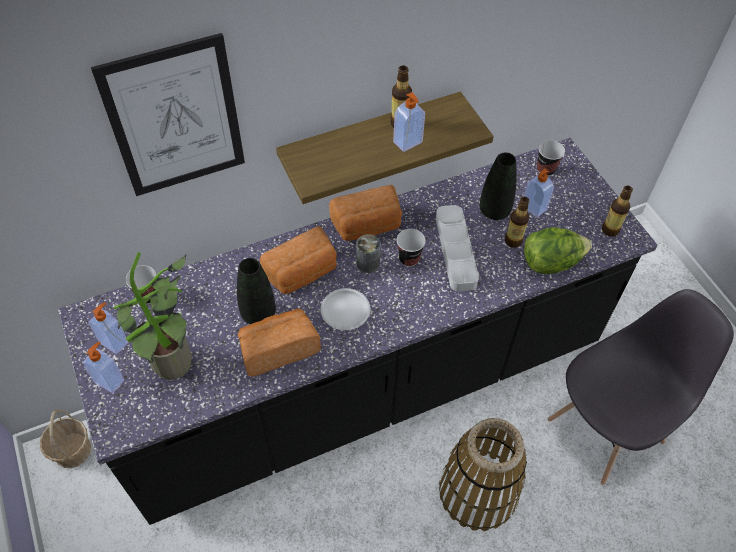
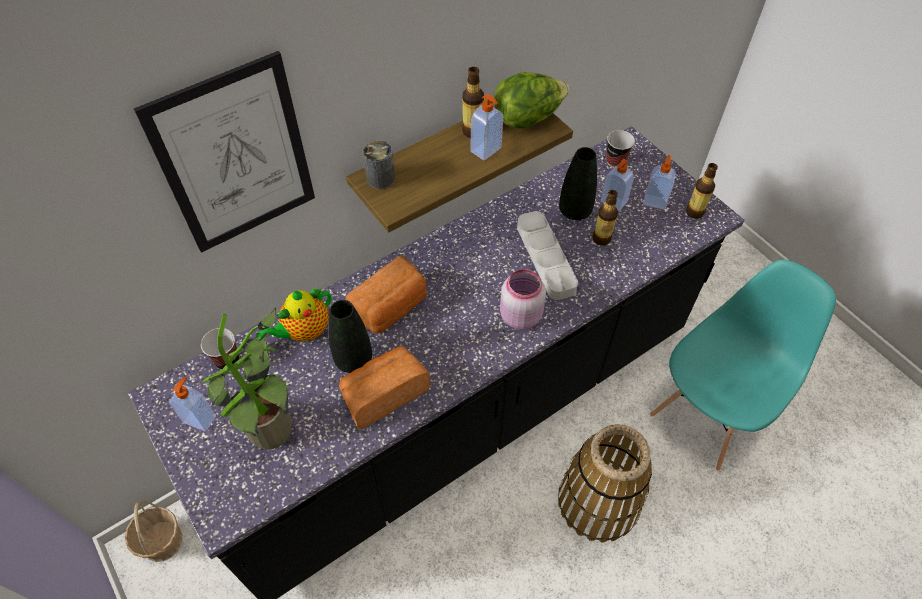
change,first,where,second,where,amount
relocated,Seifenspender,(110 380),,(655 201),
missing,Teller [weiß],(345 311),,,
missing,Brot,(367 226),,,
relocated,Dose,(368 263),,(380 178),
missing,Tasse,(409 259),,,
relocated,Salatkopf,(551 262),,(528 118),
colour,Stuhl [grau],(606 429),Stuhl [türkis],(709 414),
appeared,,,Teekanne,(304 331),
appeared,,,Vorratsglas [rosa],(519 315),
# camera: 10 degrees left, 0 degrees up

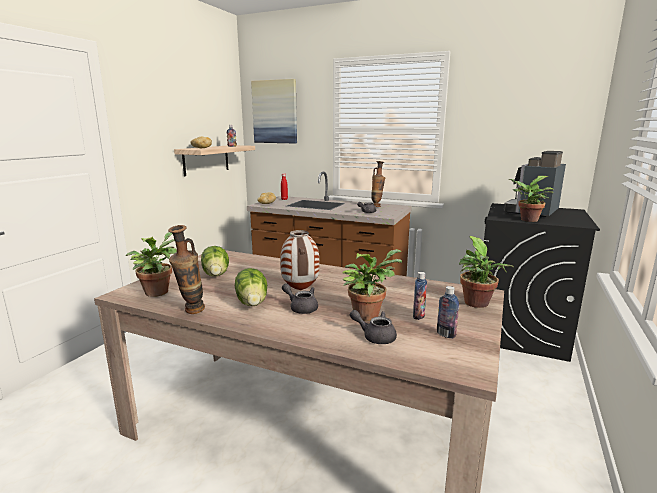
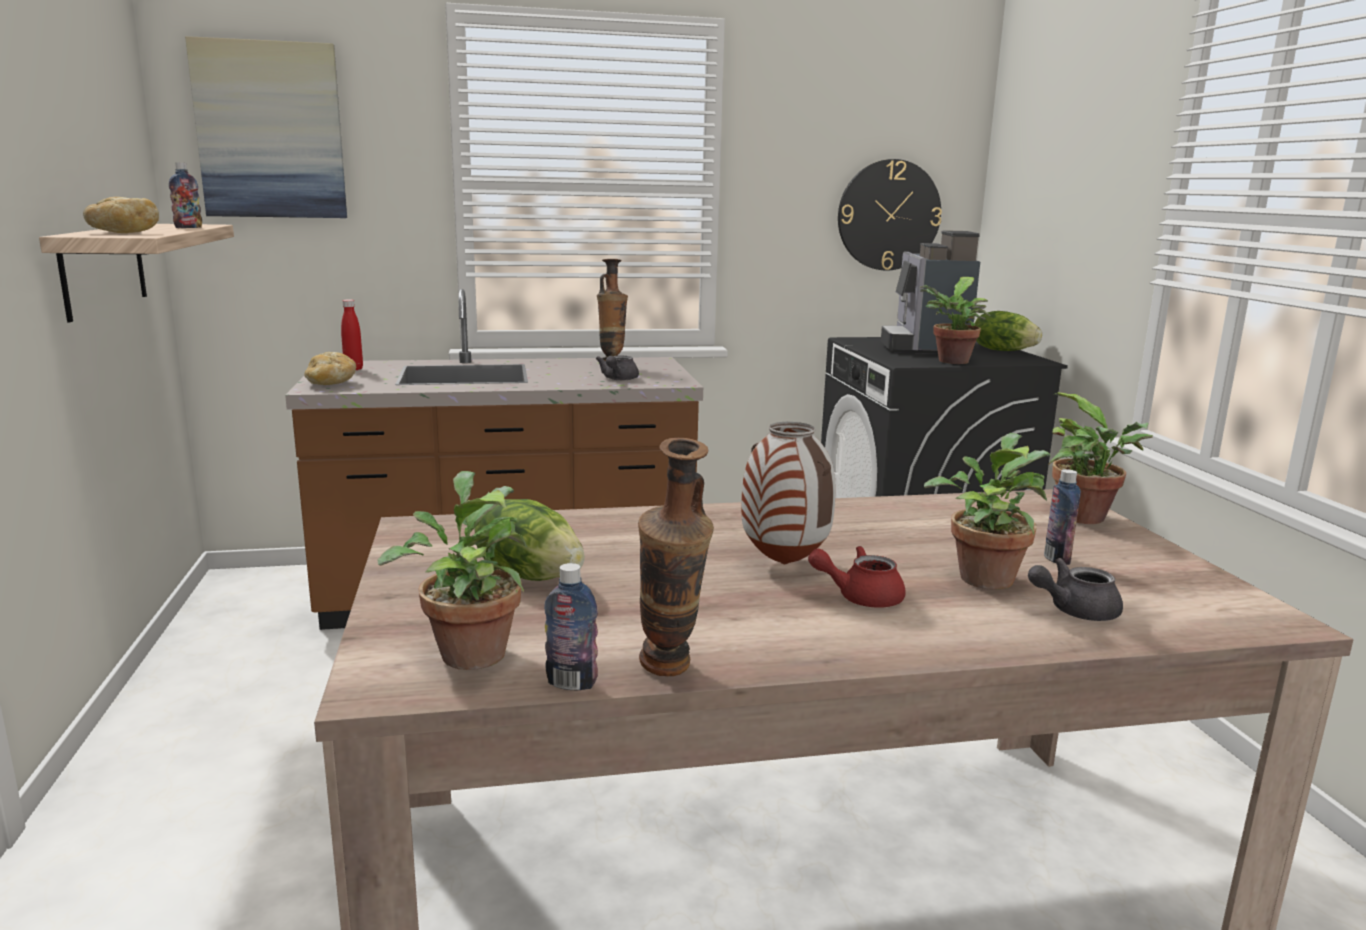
change,first,where,second,where,amount
relocated,Salatkopf,(253 302),,(1003 351),
colour,Teekanne [grau],(301 308),Teekanne [rot],(860 597),
relocated,Flasche,(446 334),,(571 683),
appeared,,,Wanduhr,(888 215),
# camera: 35 degrees left, 0 degrees up

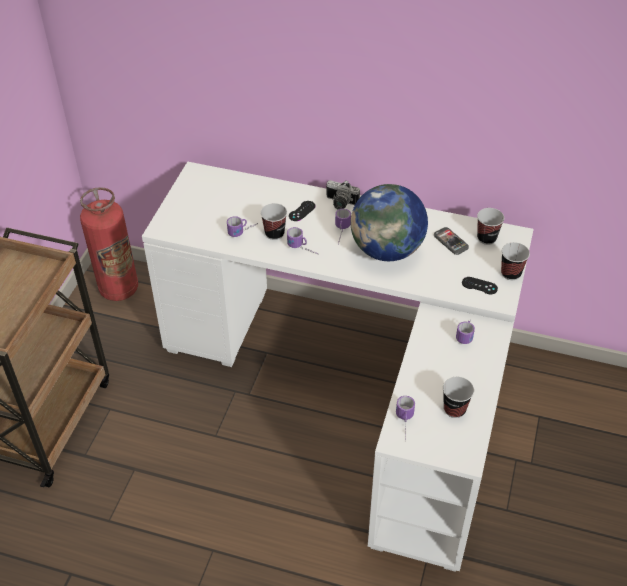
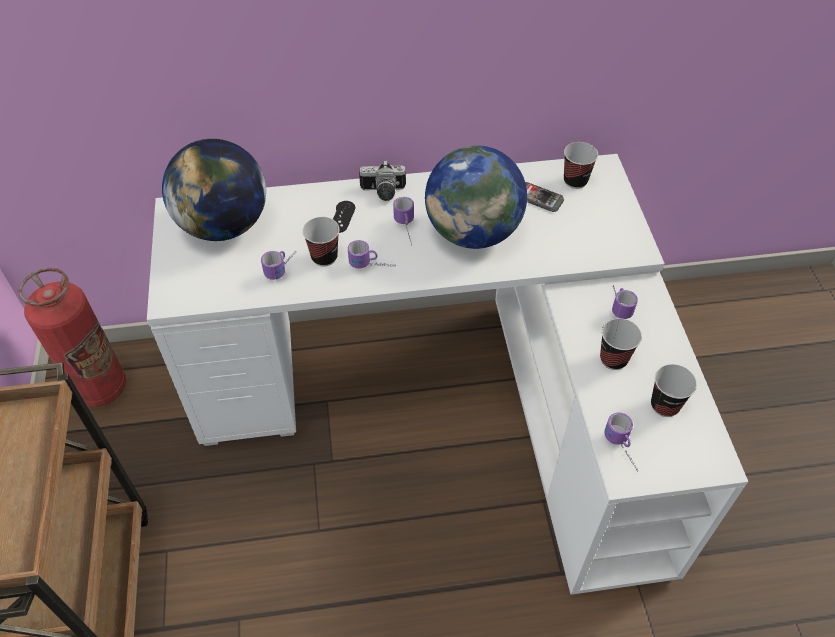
change,first,where,second,where,amount
missing,Gamepad [schwarz],(479 286),,,
relocated,Tasse,(511 273),,(613 359),
appeared,,,Globus,(224 225),
# camera: 25 degrees left, 5 degrees up

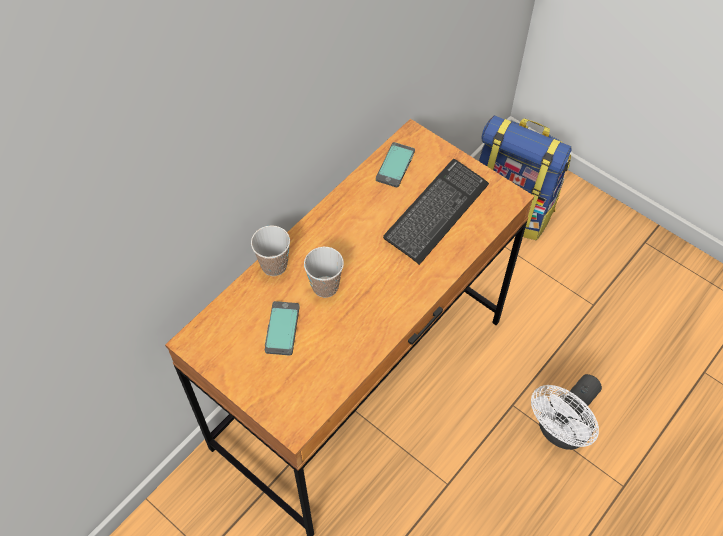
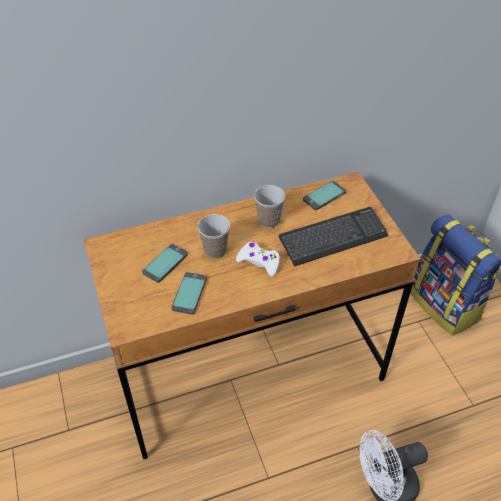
change,first,where,second,where,amount
relocated,Tasse,(274 265),,(268 221),
appeared,,,Handy,(189 293),
appeared,,,Gamepad [weiß],(259 262),
# camera: 30 degrees right, 10 degrees down

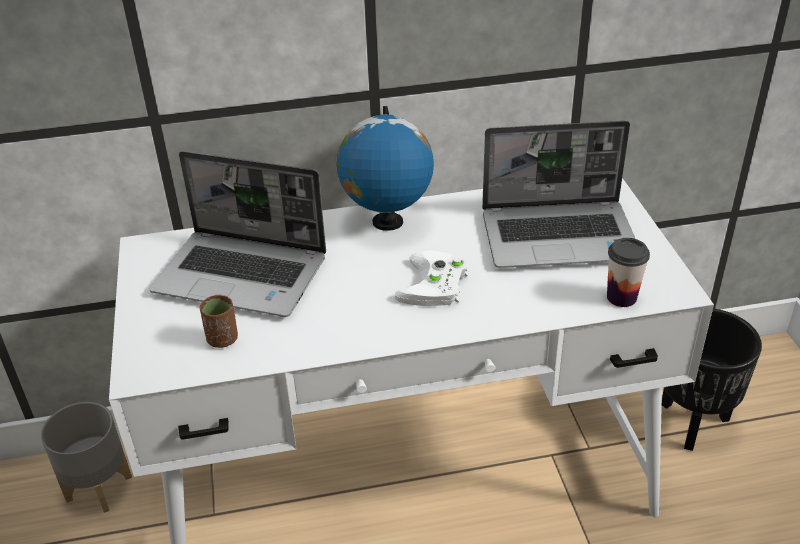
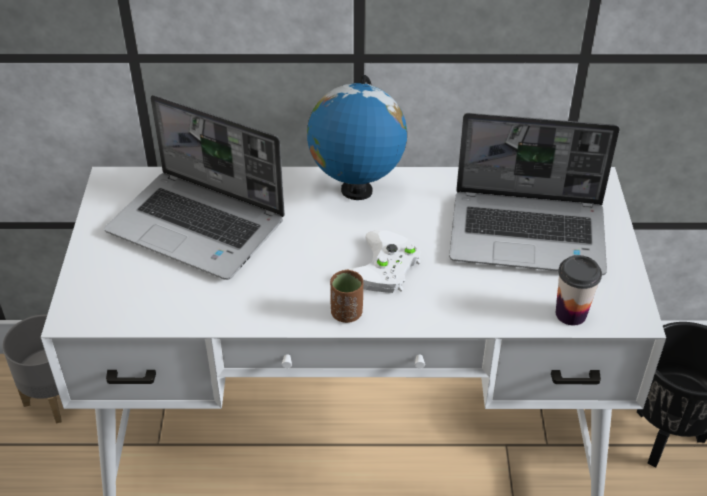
change,first,where,second,where,amount
relocated,Tasse [braun],(222 339),,(346 313),
# camera: 10 degrees right, 5 degrees up

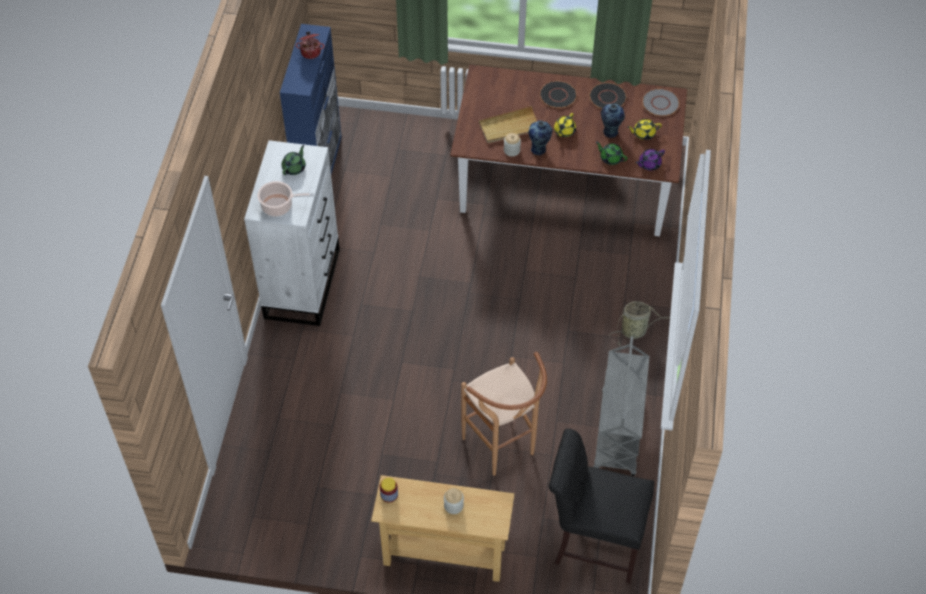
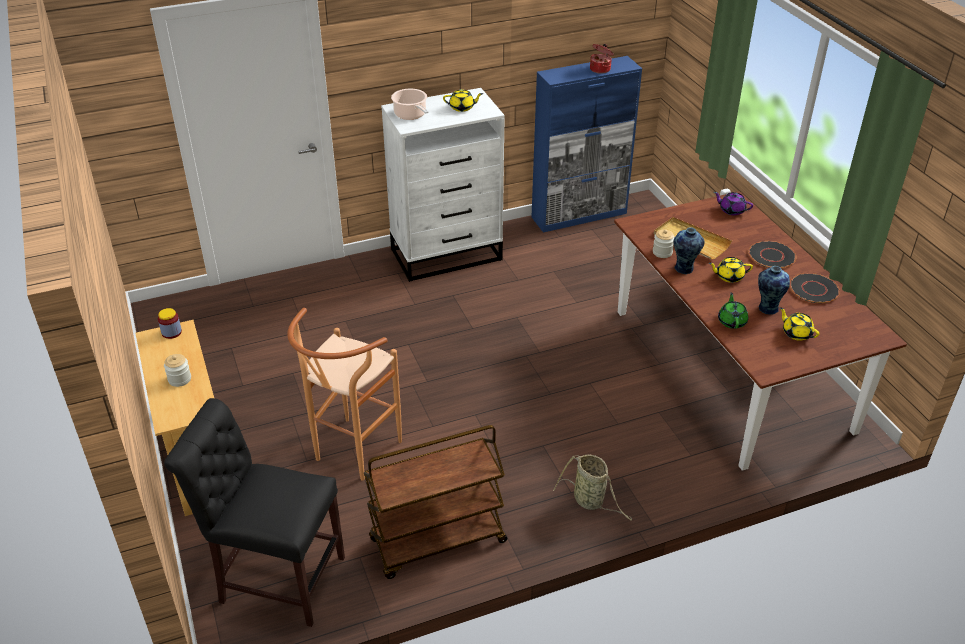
change,first,where,second,where,amount
colour,Teekanne [grün],(294 167),Teekanne [gelb],(462 107),
spun,Stuhl [schwarz],(593 542),,(276 577),60 degrees counterclockwise
colour,Rollwagen [grau],(618 434),Rollwagen [braun],(437 542),
relocated,Teekanne [lila],(649 164),,(731 210),
missing,Teller [grau],(660 103),,,
# camera: 60 degrees right, 15 degrees down

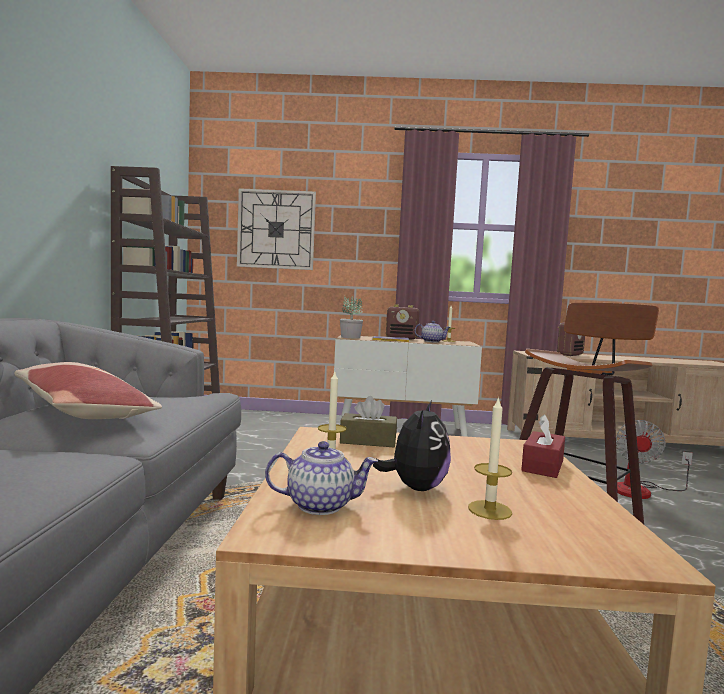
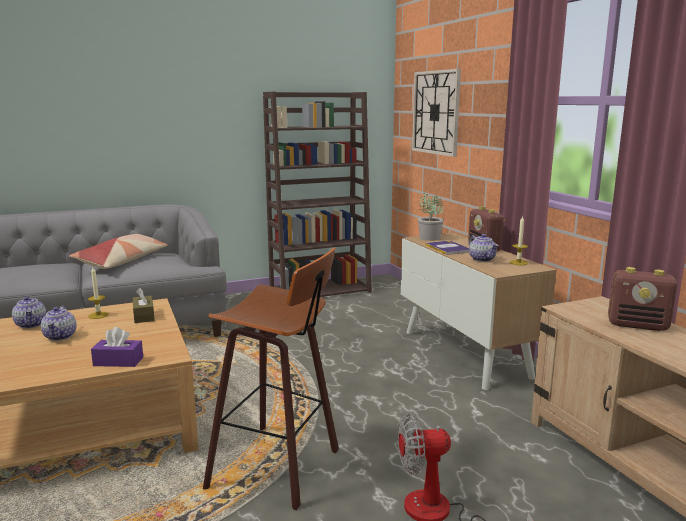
change,first,where,second,where,amount
exchanged,Plüschtier,(415 487),Teekanne,(60 336),
missing,Kerze,(489 510),,,
colour,Taschentuchbox [rot],(543 466),Taschentuchbox [lila],(118 361),
# camera: 65 degrees right, 10 degrees up

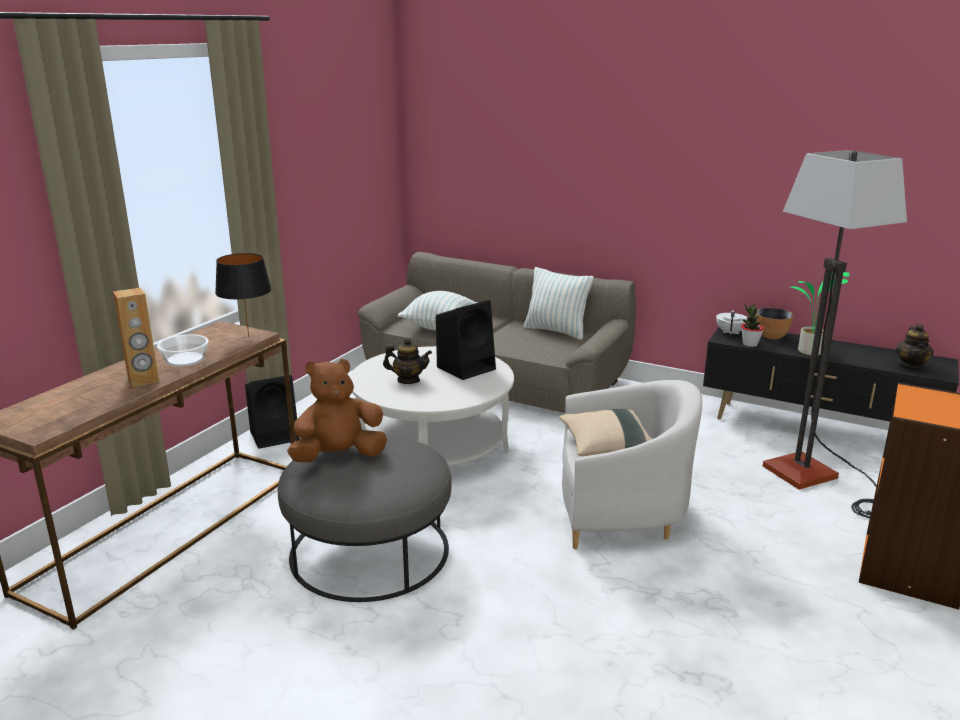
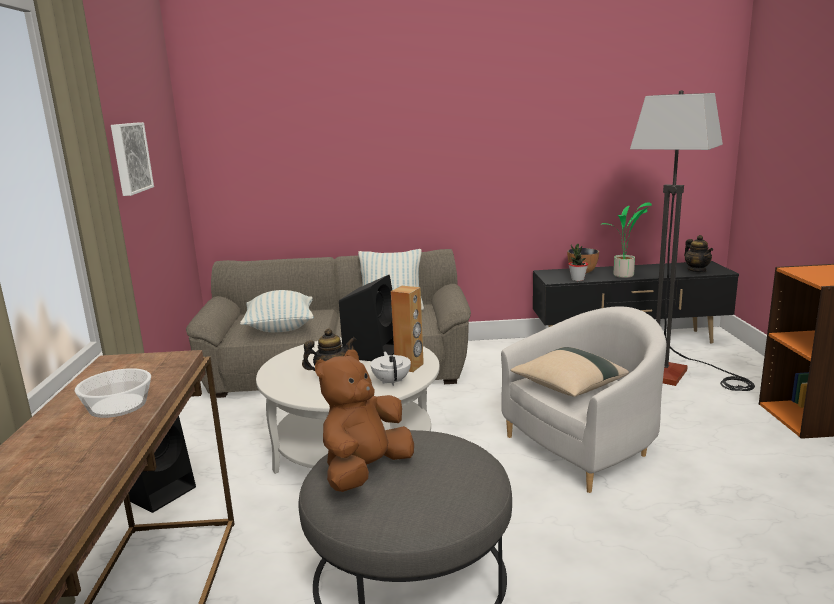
change,first,where,second,where,amount
relocated,Lautsprecher [braun],(143 380),,(409 366),
missing,Tischlampe [schwarz],(249 337),,,
relocated,Teekanne [weiß],(730 332),,(392 381),
appeared,,,Bild,(129 158),
# camera: 30 degrees left, 5 degrees down

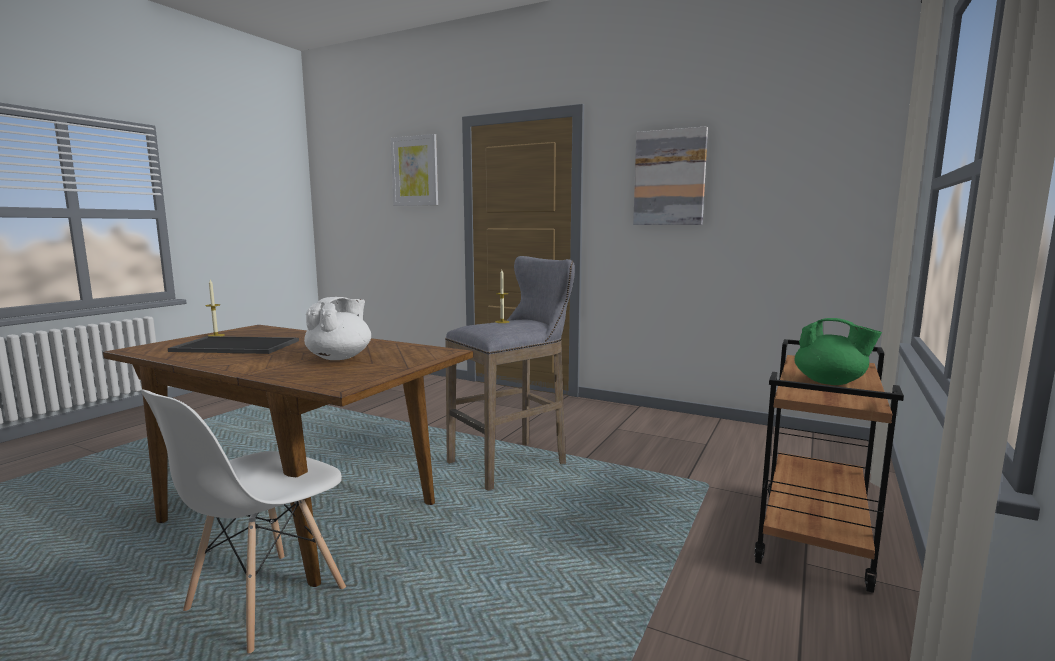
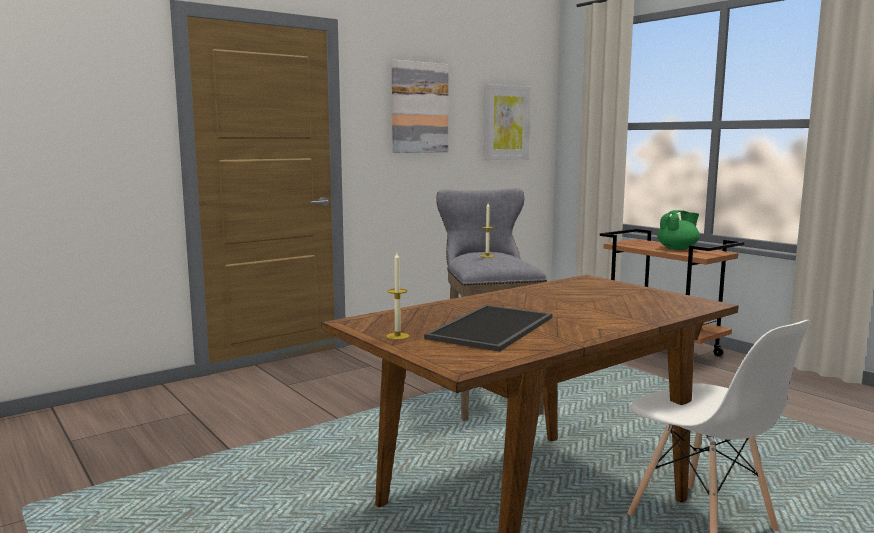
change,first,where,second,where,amount
missing,Teekanne [weiß],(340 357),,,
relocated,Bild,(415 171),,(506 122),
# camera: 65 degrees left, 0 degrees up

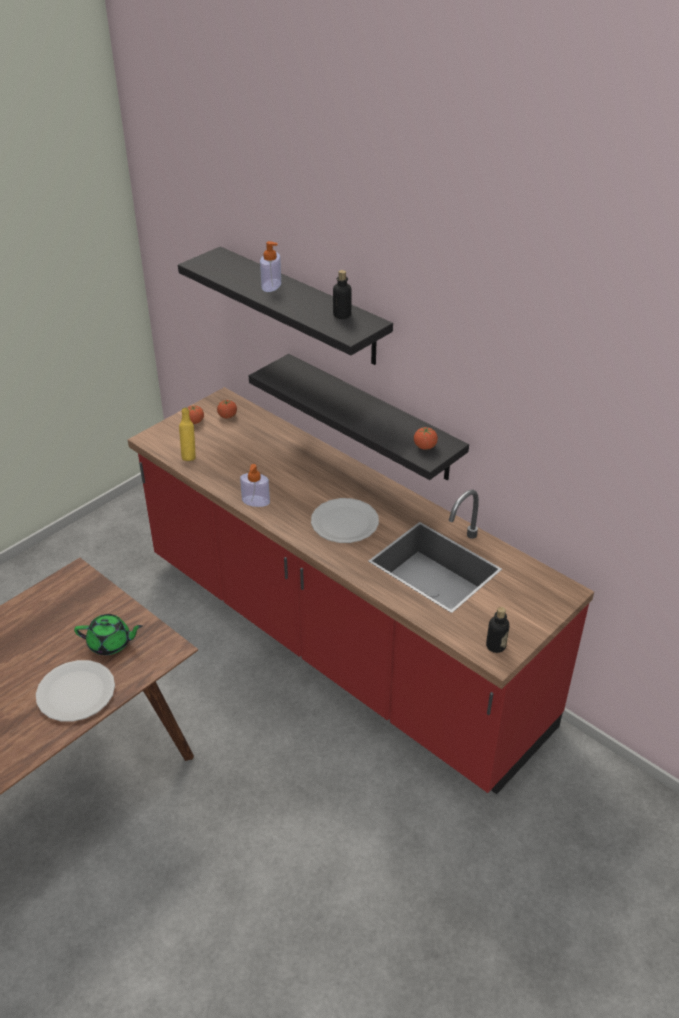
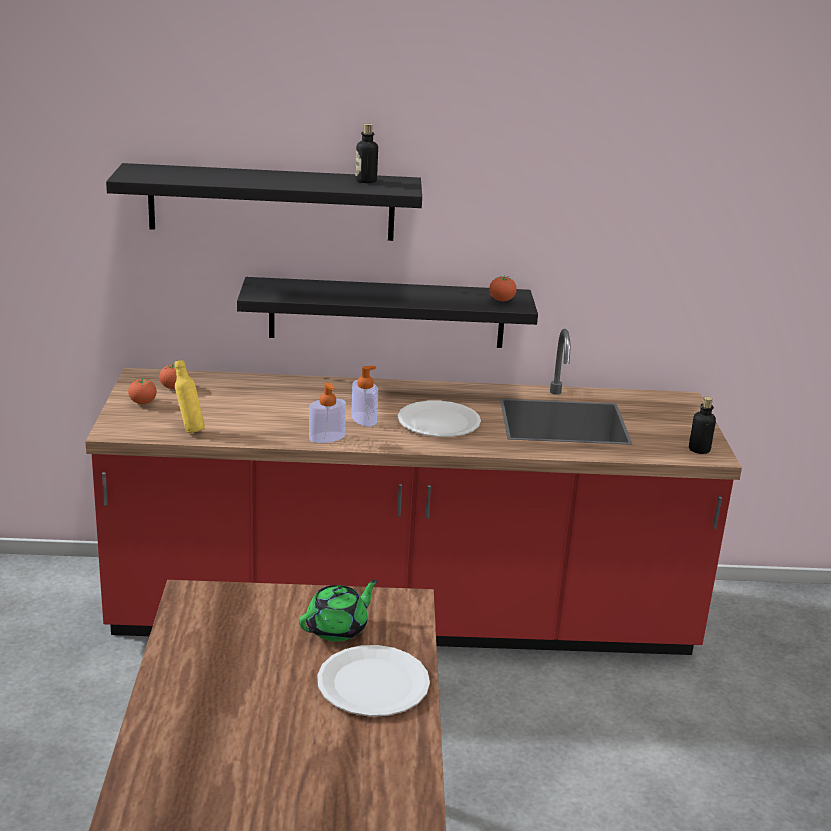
change,first,where,second,where,amount
relocated,Seifenspender,(271 285),,(364 419),
# camera: 45 degrees left, 15 degrees down

